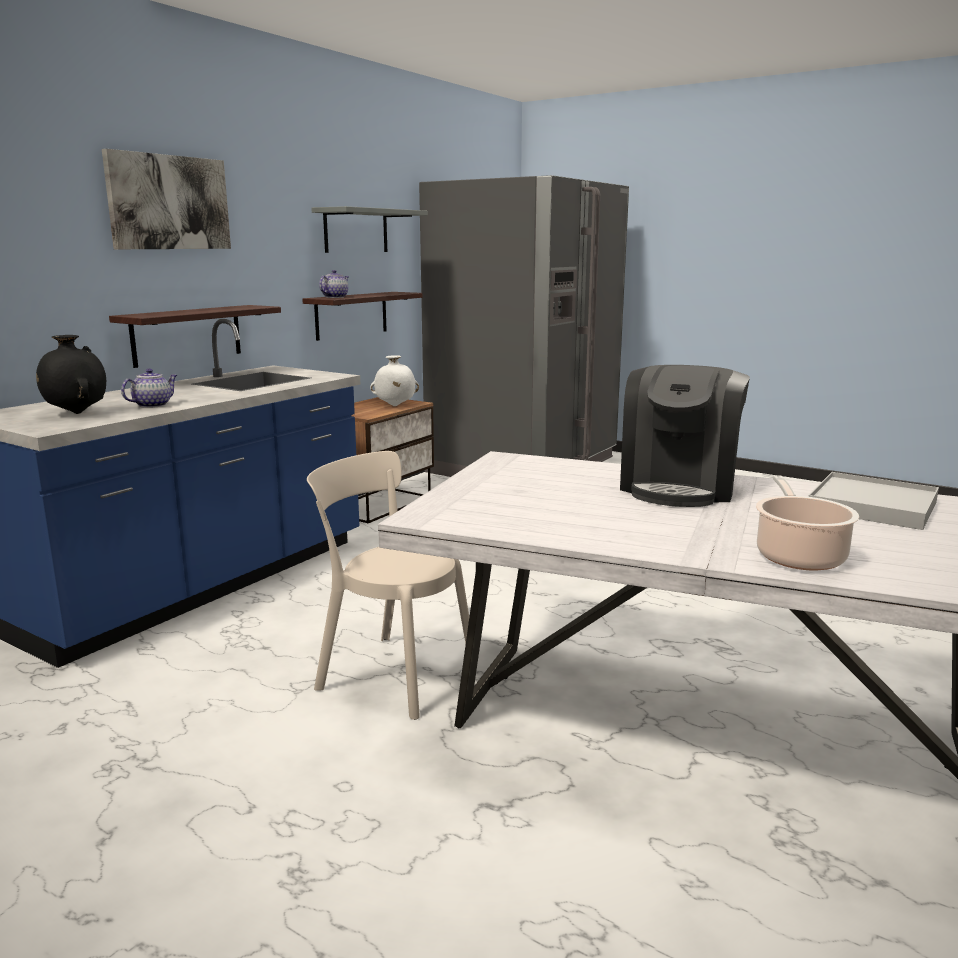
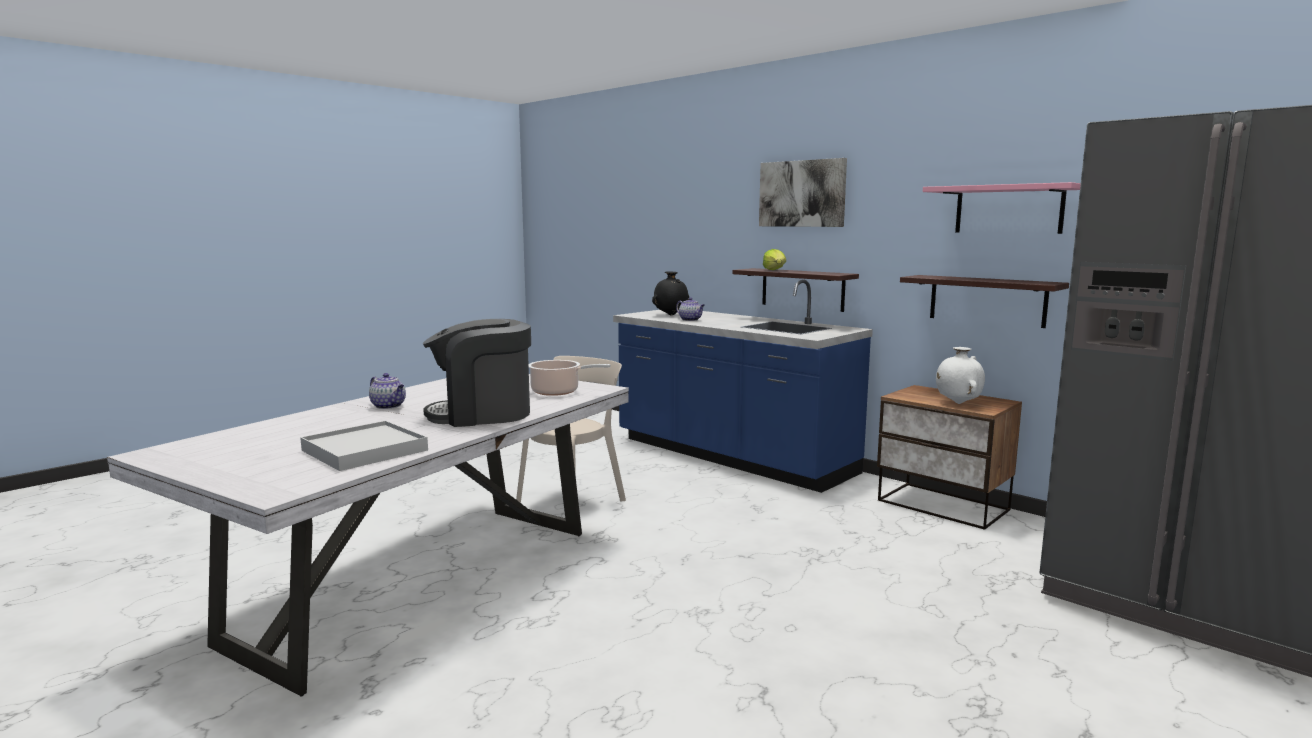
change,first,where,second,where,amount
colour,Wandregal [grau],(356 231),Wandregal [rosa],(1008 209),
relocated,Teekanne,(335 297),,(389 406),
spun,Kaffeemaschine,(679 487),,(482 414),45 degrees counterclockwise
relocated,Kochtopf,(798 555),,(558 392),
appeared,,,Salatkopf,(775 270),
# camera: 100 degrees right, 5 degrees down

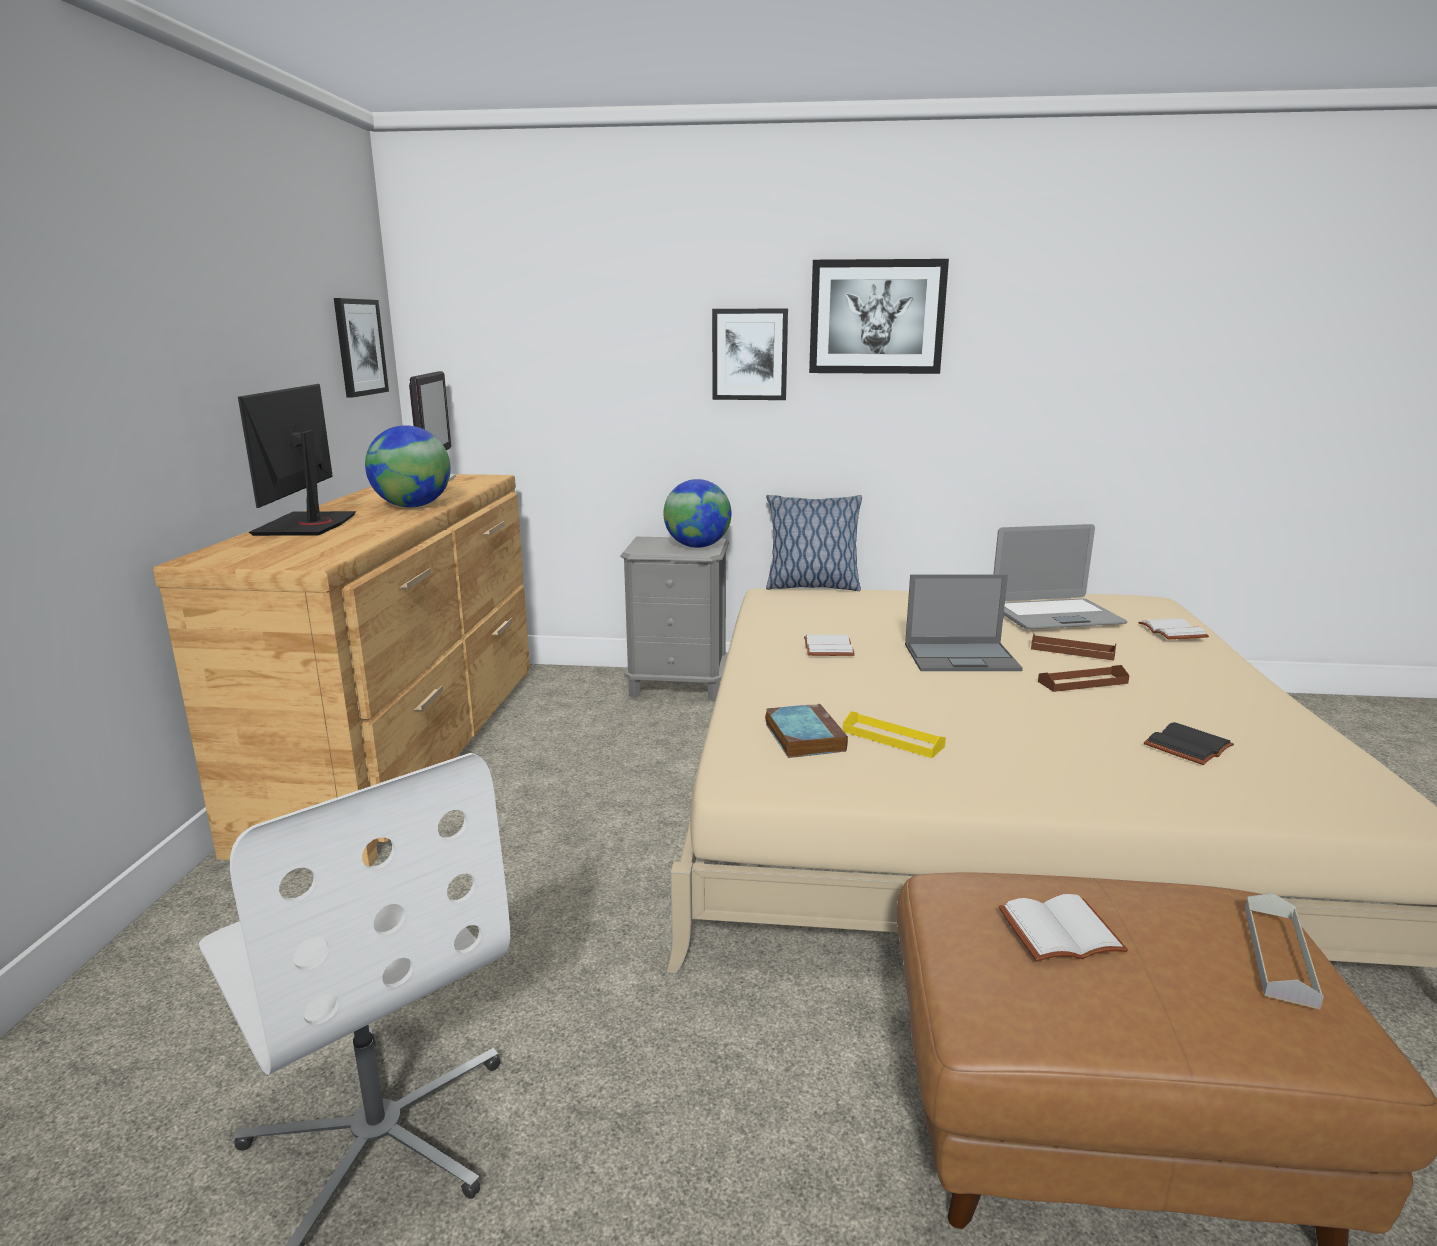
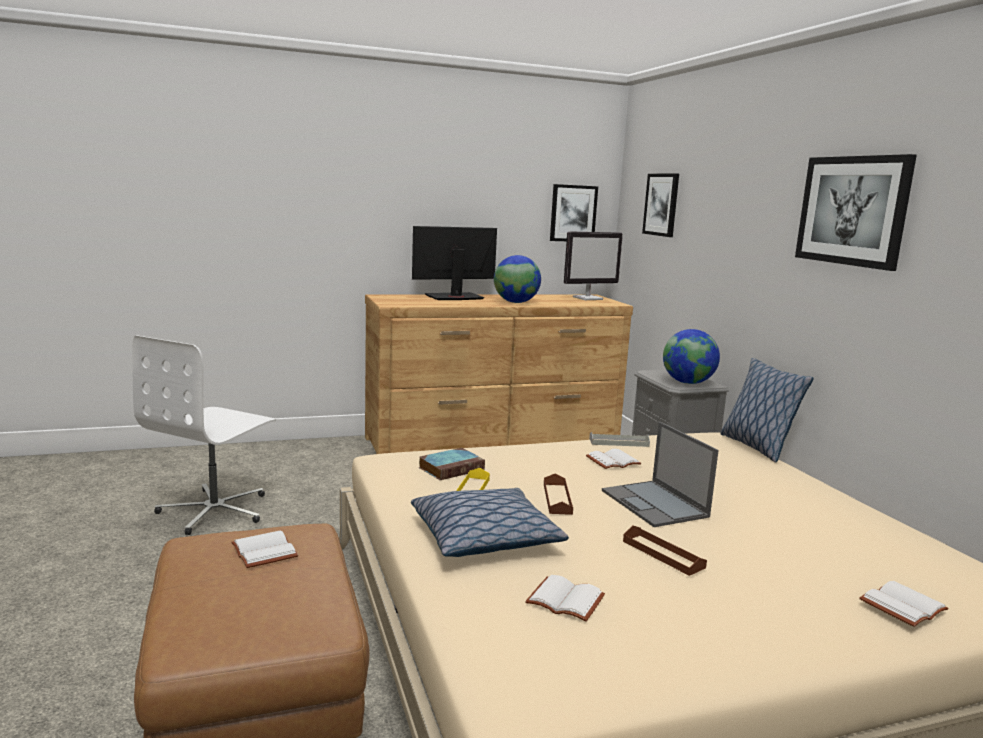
change,first,where,second,where,amount
relocated,Bild,(749 354),,(661 204),
missing,Laptop,(1055 615),,,
relocated,Tablett [braun],(1072 651),,(557 498),
colour,Buch [schwarz],(1189 747),Buch [weiß],(563 601),
relocated,Tablett [grau],(1279 954),,(619 442),
appeared,,,Kissen,(484 538),
# camera: 65 degrees right, 5 degrees down

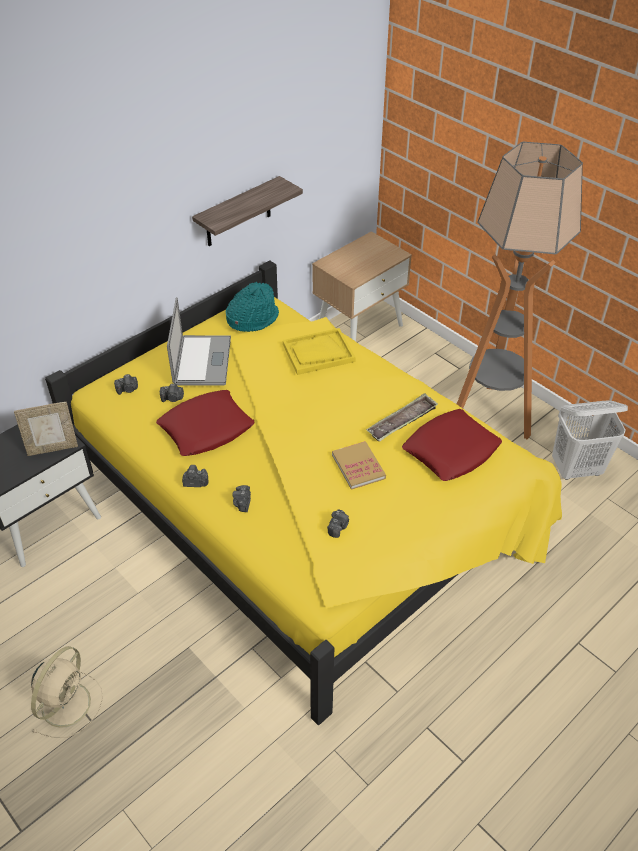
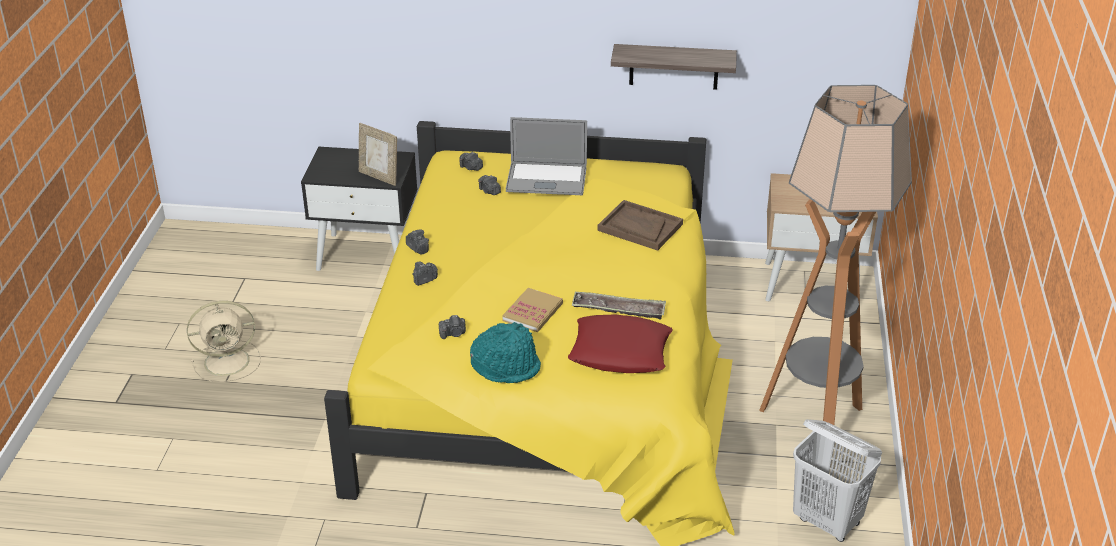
change,first,where,second,where,amount
missing,Kissen [rot],(206 428),,,
spun,Laptop,(202 360),,(546 179),45 degrees clockwise
relocated,Hut [türkis],(252 318),,(506 366),
colour,Tablett [gelb],(318 353),Tablett [braun],(640 227),
# camera: 50 degrees right, 10 degrees down

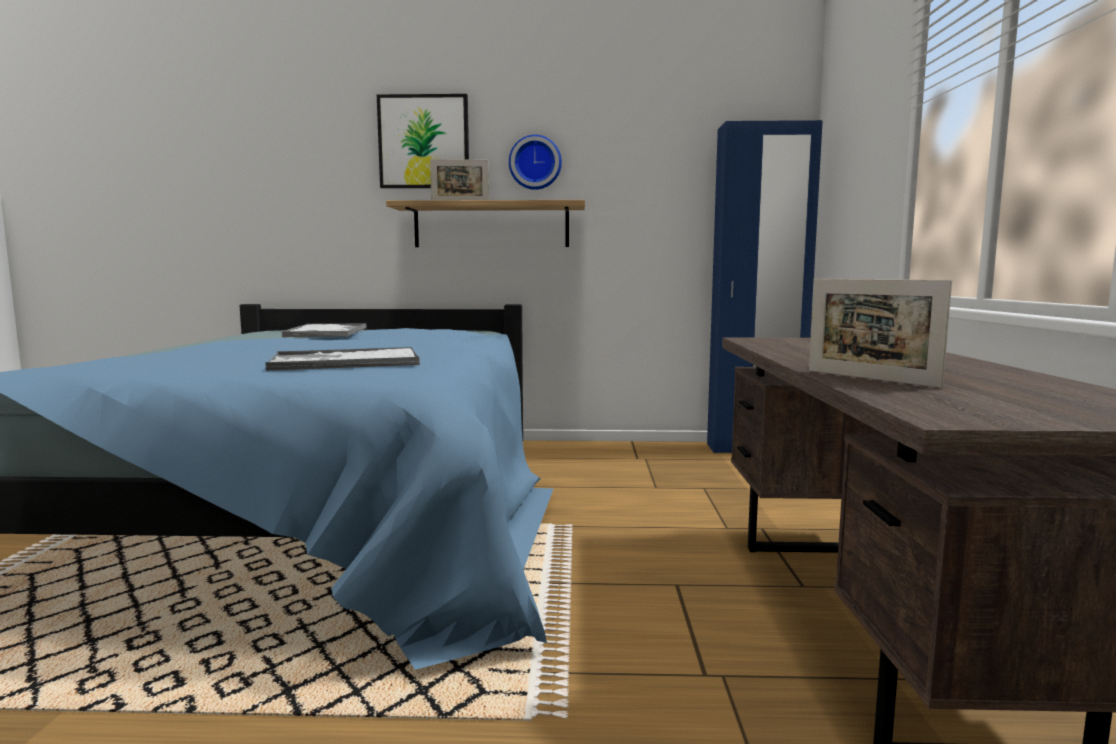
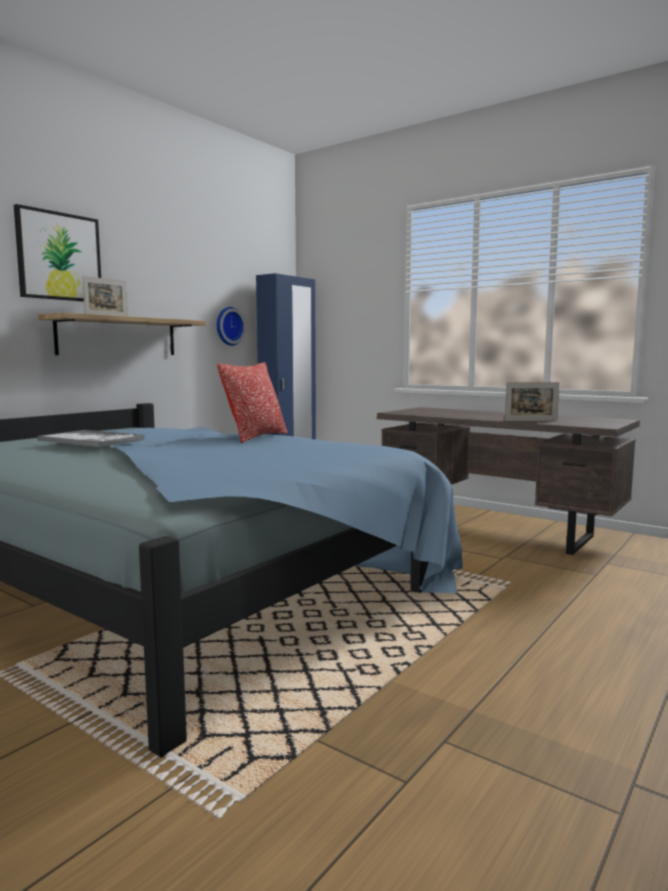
change,first,where,second,where,amount
missing,Tablett,(344 362),,,
relocated,Wanduhr,(535 163),,(228 326),
appeared,,,Kissen,(255 437),
# camera: 55 degrees left, 0 degrees up

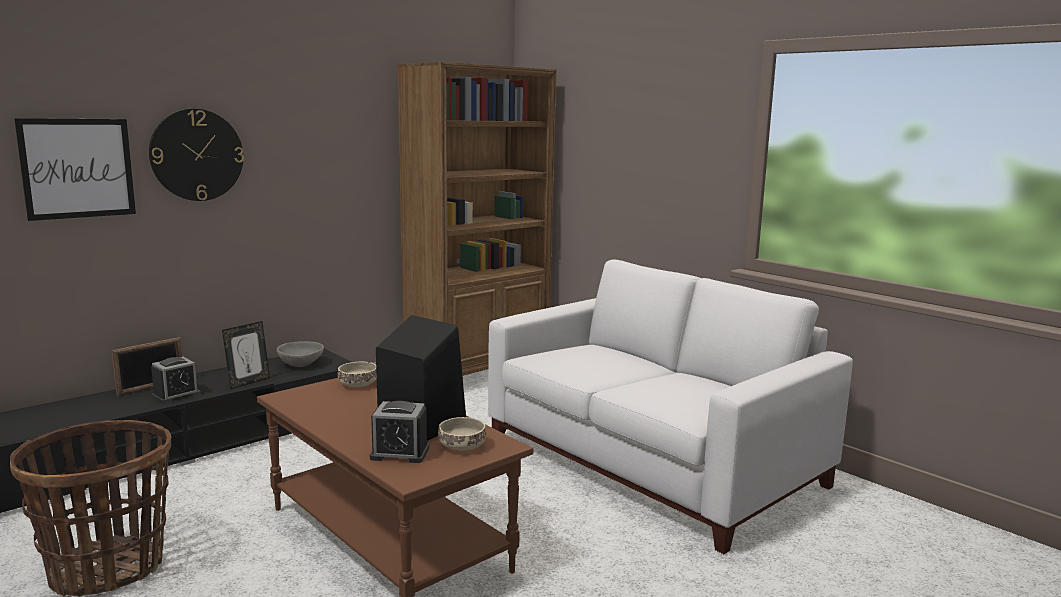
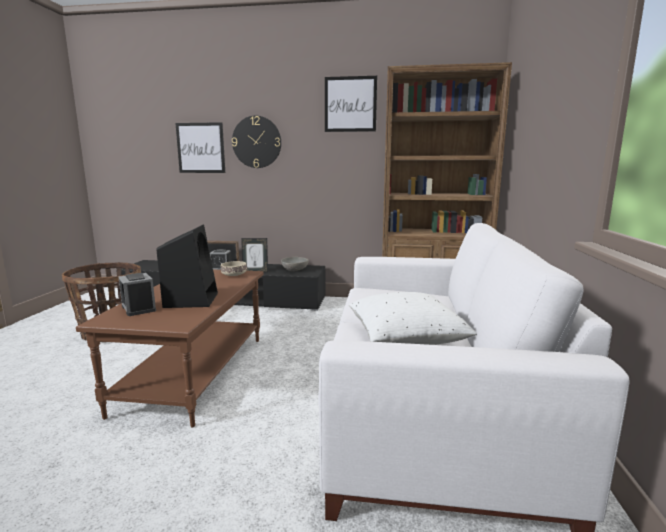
change,first,where,second,where,amount
missing,Schüssel [beige],(463 446),,,
appeared,,,Bild,(350 104),
appeared,,,Kissen [weiß],(406 338),
# camera: 50 degrees right, 0 degrees up

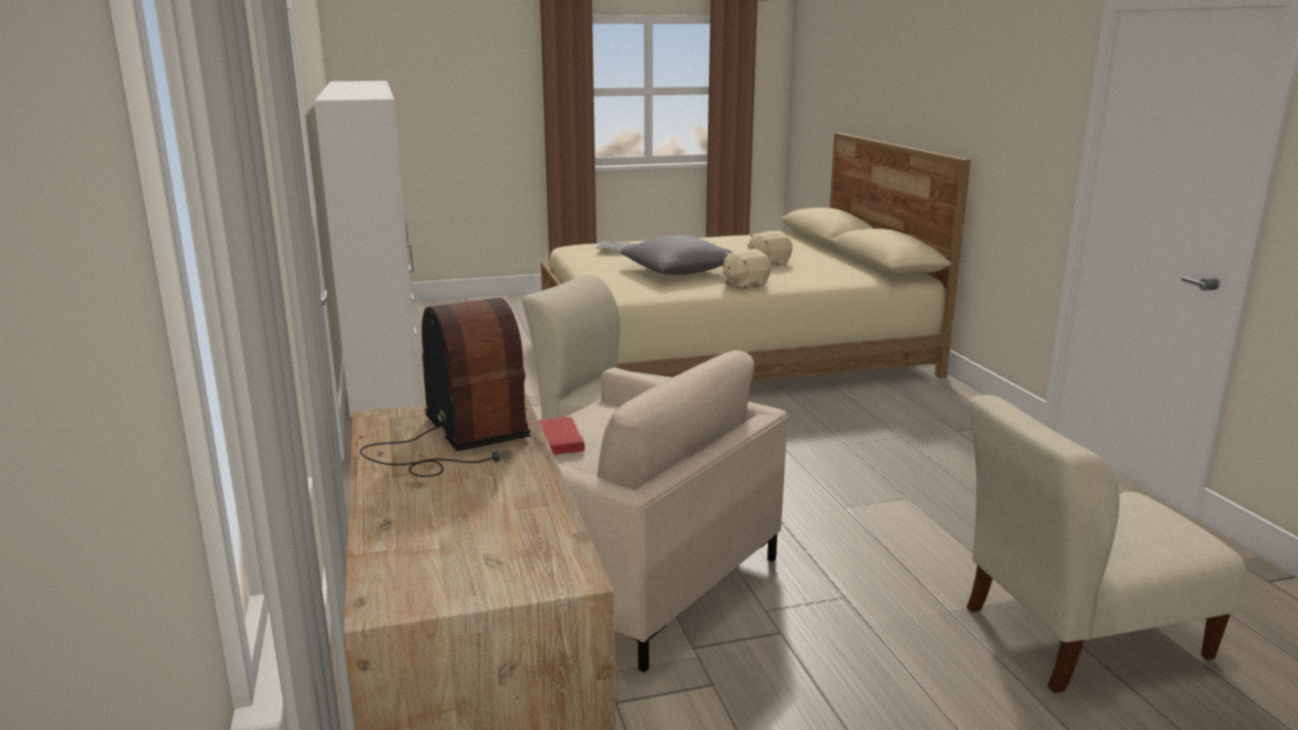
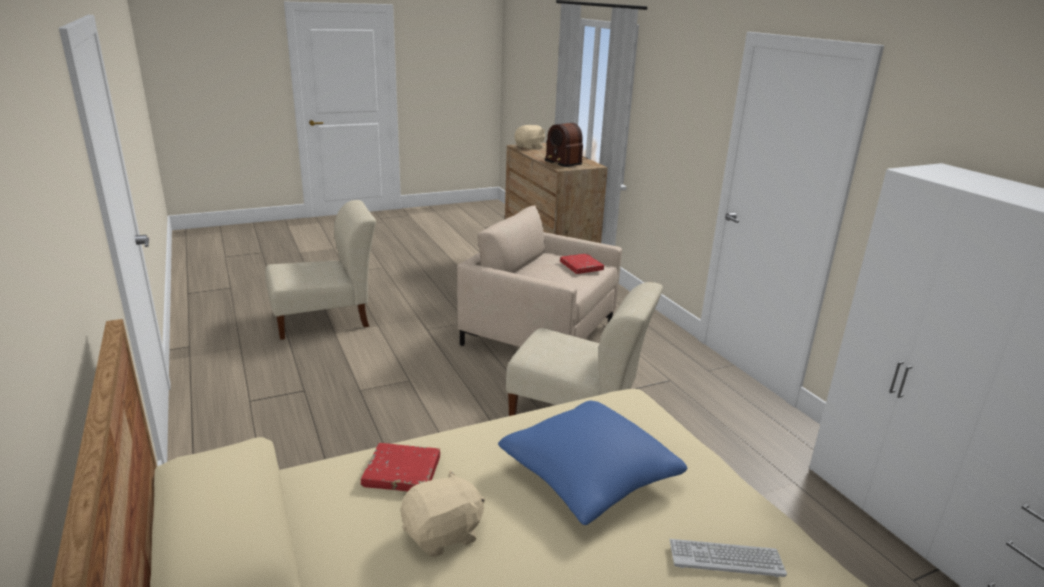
change,first,where,second,where,amount
colour,Kissen [grau],(678 271),Kissen [blau],(588 476),
relocated,Plüschtier [beige],(745 284),,(530 147),
appeared,,,Buch [rot],(402 472),
# camera: 170 degrees right, 5 degrees up

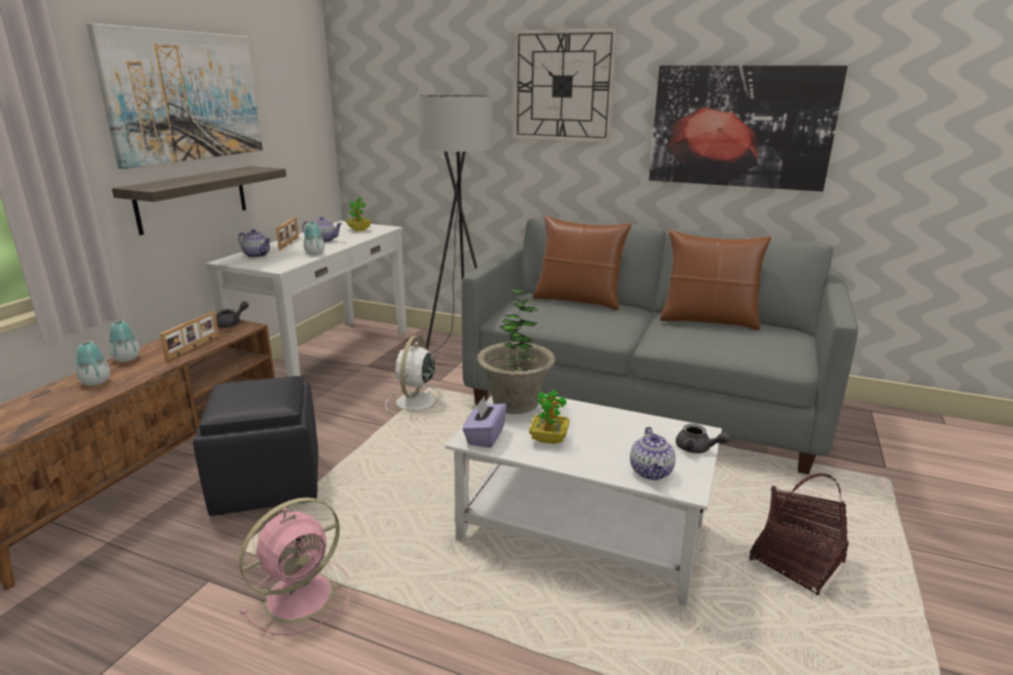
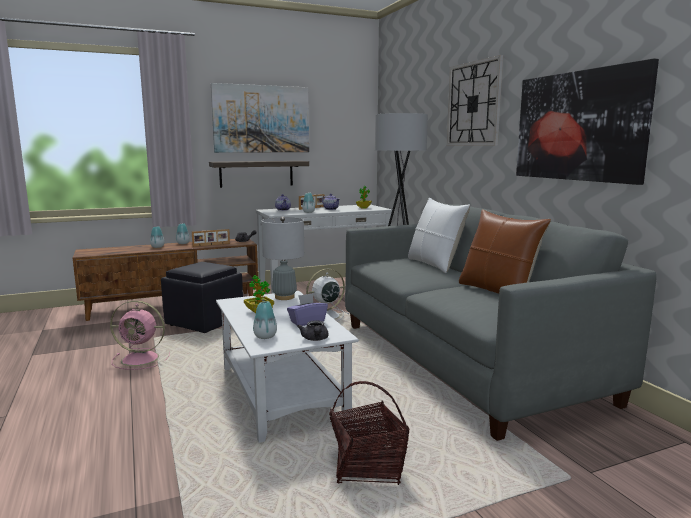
change,first,where,second,where,amount
relocated,Taschentuchbox [lila],(485 436),,(307 322),
exchanged,Topfpflanze,(515 403),Tischlampe [grau],(284 297),
colour,Kissen [braun],(578 300),Kissen [weiß],(435 264),
exchanged,Teekanne,(651 472),Vase,(265 336),
# camera: 45 degrees right, 10 degrees down

